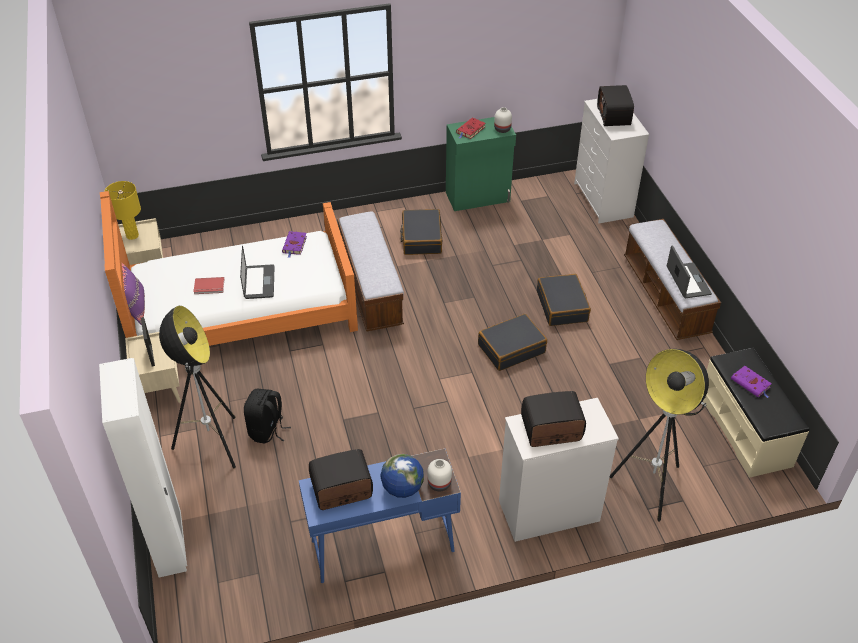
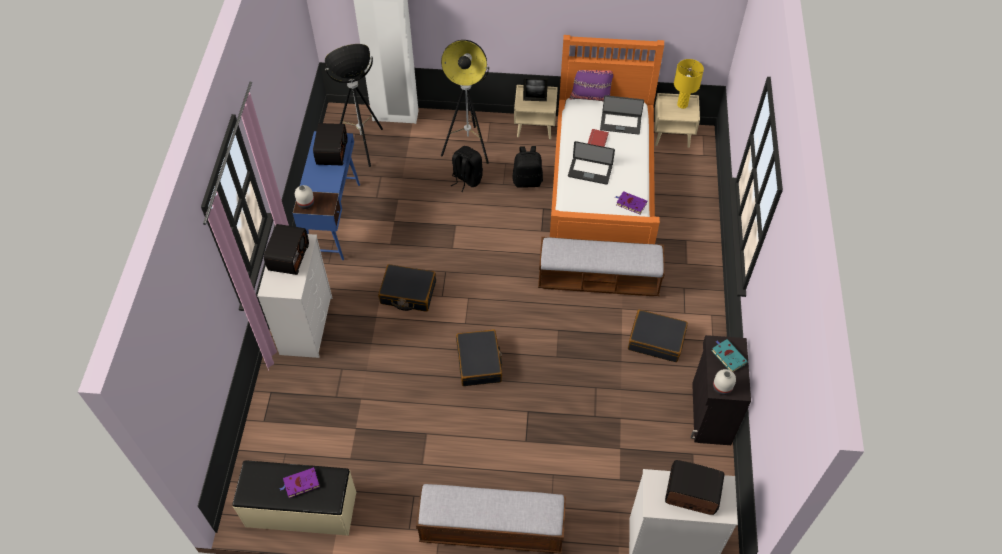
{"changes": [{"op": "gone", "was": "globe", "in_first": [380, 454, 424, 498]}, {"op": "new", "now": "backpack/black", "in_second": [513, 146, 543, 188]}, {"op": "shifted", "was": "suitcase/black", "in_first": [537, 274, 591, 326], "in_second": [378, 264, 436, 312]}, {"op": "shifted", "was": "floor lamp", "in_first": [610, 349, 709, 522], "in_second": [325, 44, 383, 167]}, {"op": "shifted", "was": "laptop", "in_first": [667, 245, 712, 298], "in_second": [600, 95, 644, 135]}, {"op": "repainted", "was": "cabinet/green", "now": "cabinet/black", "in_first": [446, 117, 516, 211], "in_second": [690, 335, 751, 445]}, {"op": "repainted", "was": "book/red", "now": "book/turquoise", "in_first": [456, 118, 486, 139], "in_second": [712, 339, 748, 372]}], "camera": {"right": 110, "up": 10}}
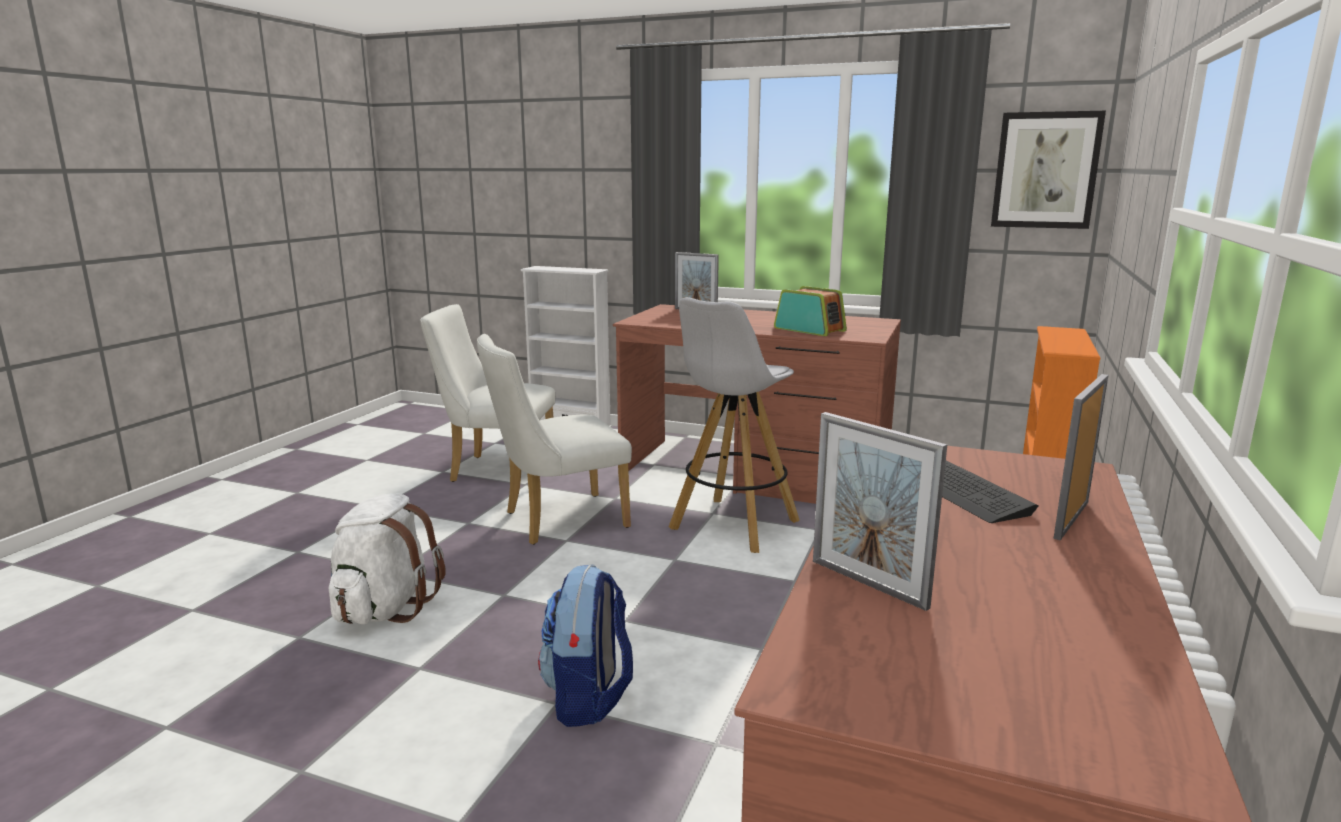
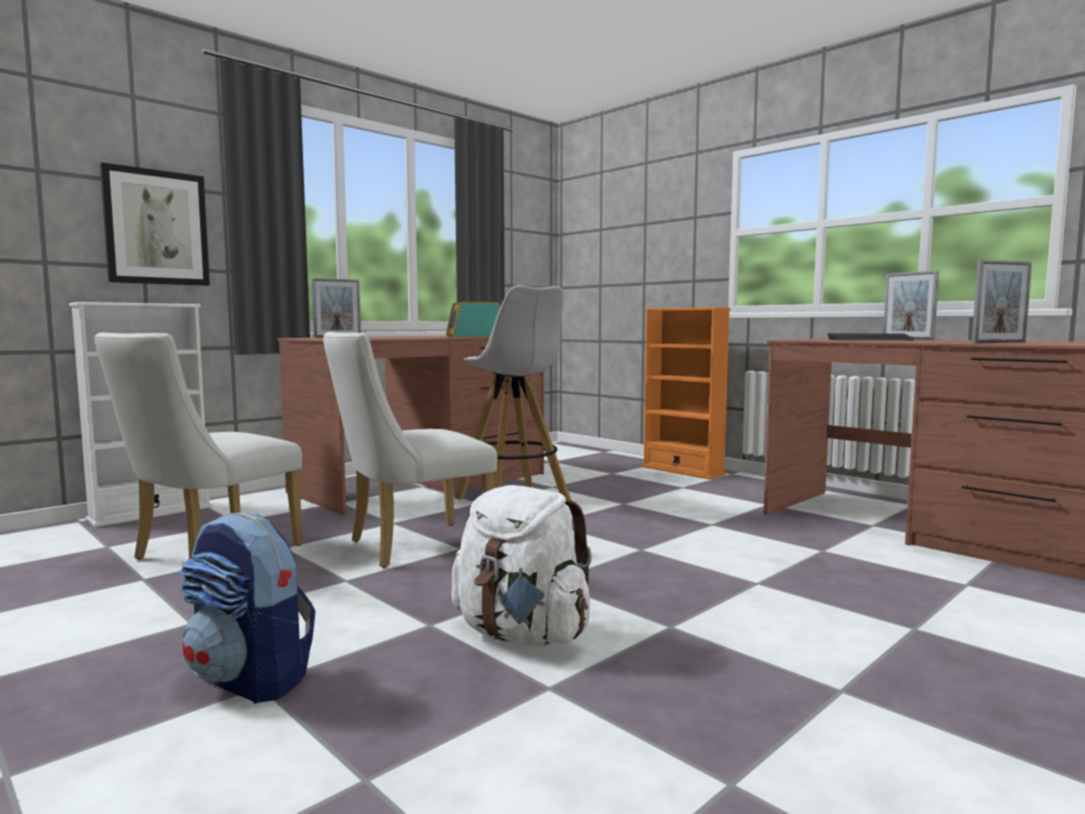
{"changes": [{"op": "shifted", "was": "backpack", "in_first": [538, 564, 633, 727], "in_second": [180, 513, 316, 704]}, {"op": "shifted", "was": "picture", "in_first": [991, 111, 1106, 229], "in_second": [100, 162, 210, 286]}, {"op": "rotated", "was": "chair/white", "in_first": [477, 334, 632, 545], "in_second": [323, 332, 497, 568], "clockwise": 60}], "camera": {"right": -65, "up": -10}}
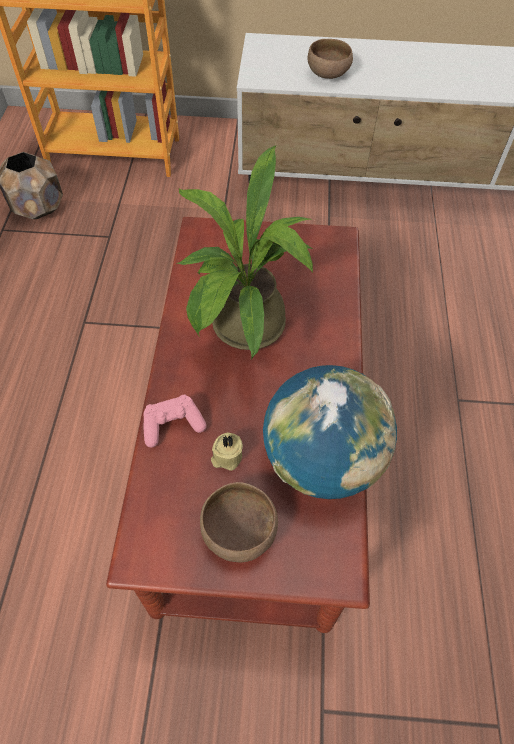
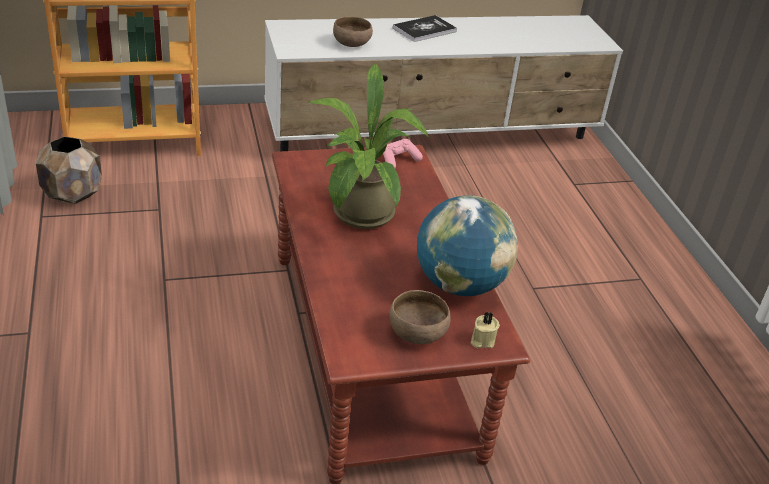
{"changes": [{"op": "new", "now": "book", "in_second": [393, 15, 457, 42]}, {"op": "shifted", "was": "game controller/pink", "in_first": [143, 394, 206, 448], "in_second": [382, 139, 423, 168]}, {"op": "shifted", "was": "candle/beige", "in_first": [211, 433, 243, 471], "in_second": [471, 312, 500, 348]}], "camera": {"right": -20, "up": -20}}
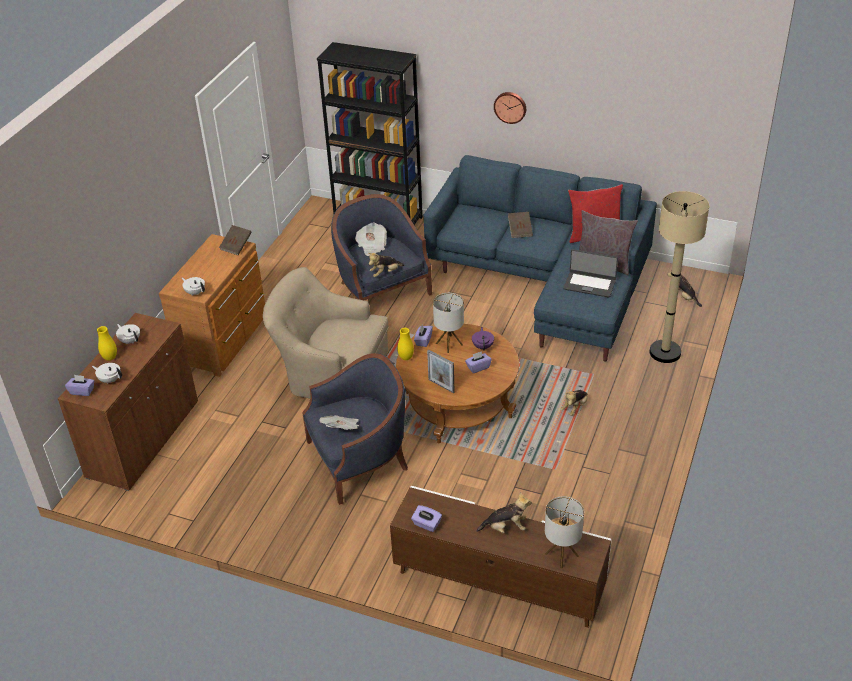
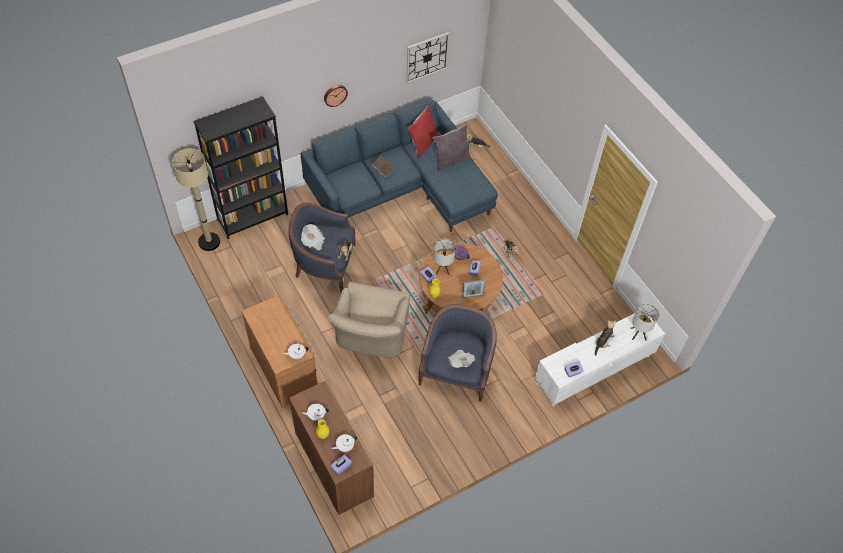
{"changes": [{"op": "gone", "was": "book/brown", "in_first": [219, 225, 252, 255]}, {"op": "gone", "was": "laptop", "in_first": [563, 249, 618, 298]}, {"op": "new", "now": "wall clock", "in_second": [406, 32, 450, 83]}, {"op": "shifted", "was": "floor lamp/beige", "in_first": [649, 191, 709, 363], "in_second": [172, 148, 220, 251]}, {"op": "repainted", "was": "tv stand/brown", "now": "tv stand/white", "in_first": [390, 486, 612, 628], "in_second": [535, 313, 665, 407]}, {"op": "rotated", "was": "armchair/beige", "in_first": [263, 267, 388, 398], "in_second": [327, 282, 410, 358], "clockwise": -45}], "camera": {"right": -55, "up": 15}}
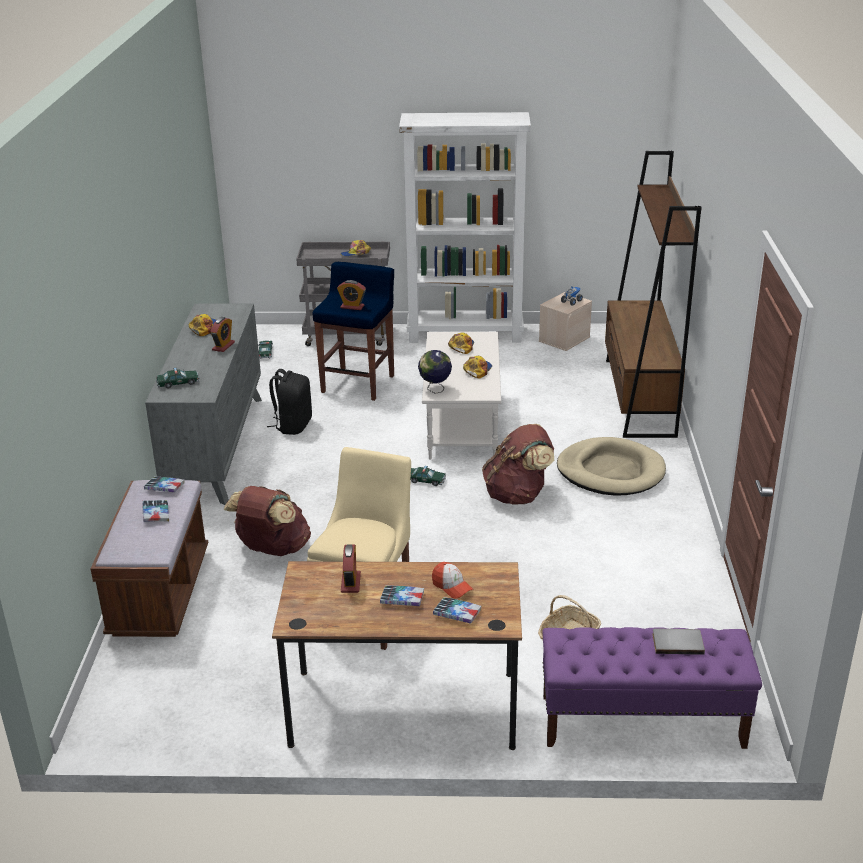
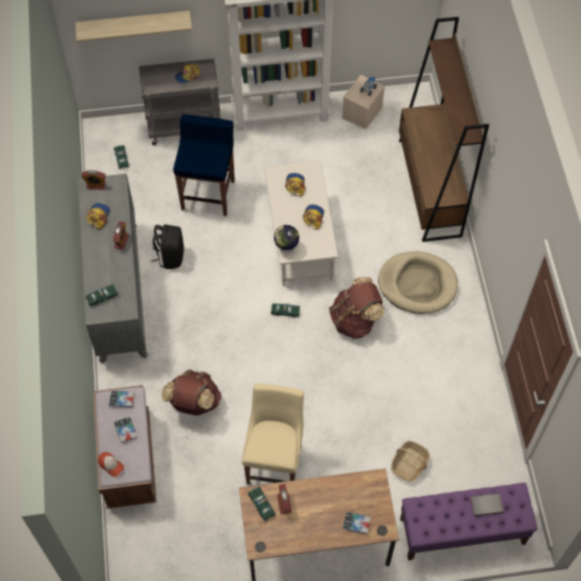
{"changes": [{"op": "gone", "was": "book", "in_first": [380, 585, 424, 606]}, {"op": "new", "now": "shelf", "in_second": [75, 11, 192, 42]}, {"op": "new", "now": "toy car", "in_second": [247, 486, 276, 522]}, {"op": "shifted", "was": "alarm clock", "in_first": [337, 280, 366, 310], "in_second": [82, 170, 106, 190]}, {"op": "shifted", "was": "cap", "in_first": [432, 562, 473, 598], "in_second": [98, 452, 124, 477]}], "camera": {"right": -10, "up": 30}}
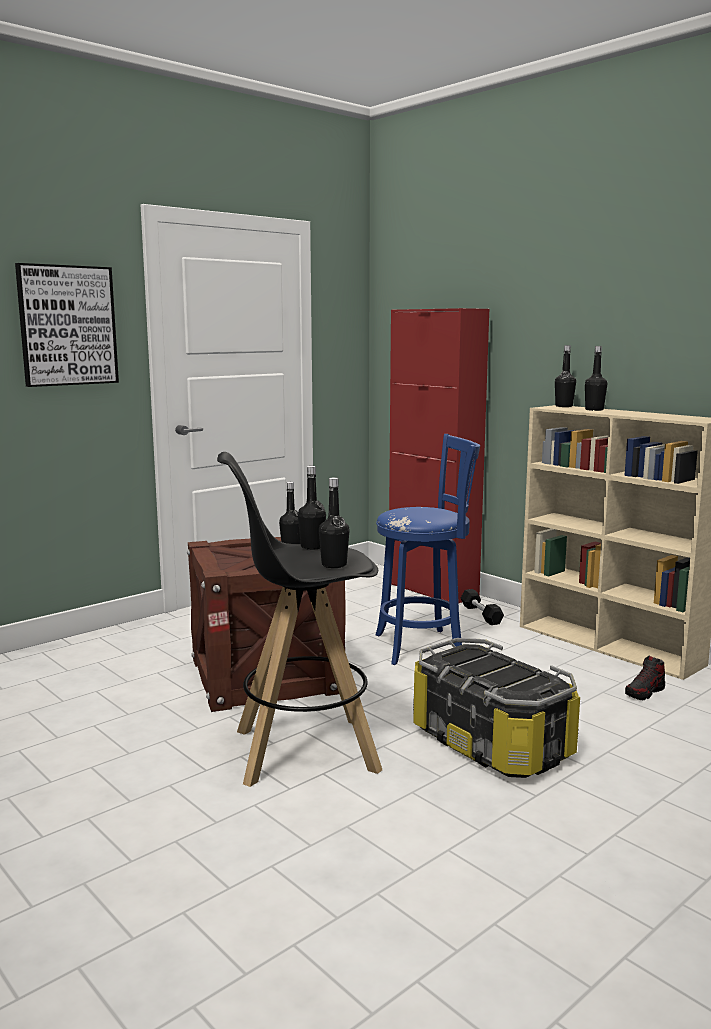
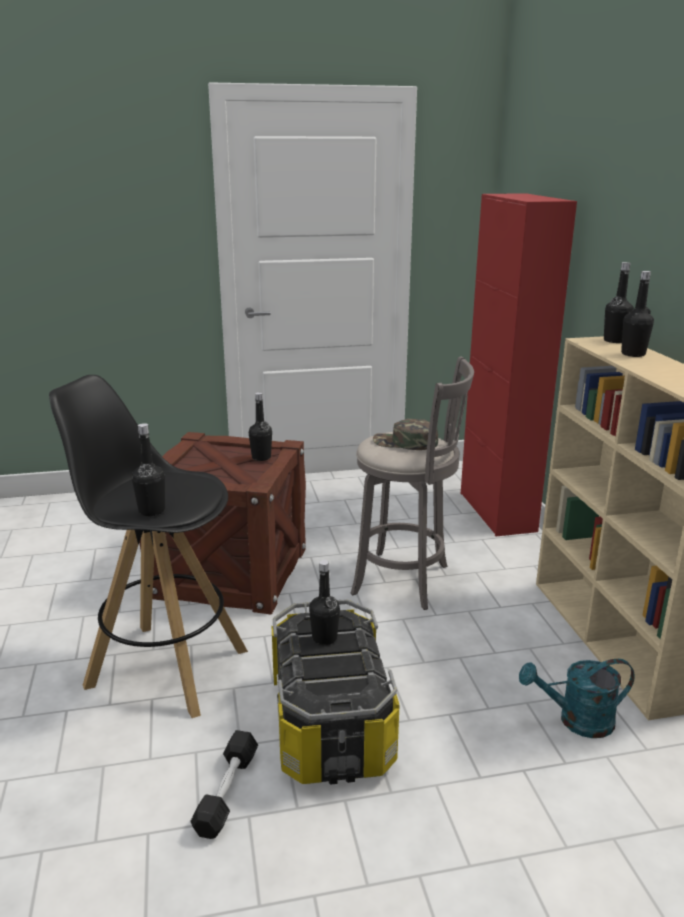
{"changes": [{"op": "gone", "was": "picture", "in_first": [15, 263, 119, 387]}, {"op": "new", "now": "cap/green", "in_second": [373, 419, 438, 450]}, {"op": "shifted", "was": "bottle/black", "in_first": [298, 466, 326, 550], "in_second": [309, 560, 340, 645]}, {"op": "shifted", "was": "dumbbell/black", "in_first": [460, 589, 504, 625], "in_second": [191, 730, 258, 839]}, {"op": "swapped", "was": "shoe", "now": "watering can/turquoise", "in_first": [625, 655, 665, 700], "in_second": [519, 659, 635, 738]}, {"op": "repainted", "was": "stool/blue", "now": "stool/grey", "in_first": [376, 434, 480, 665], "in_second": [351, 356, 474, 610]}], "camera": {"right": 30, "up": 10}}
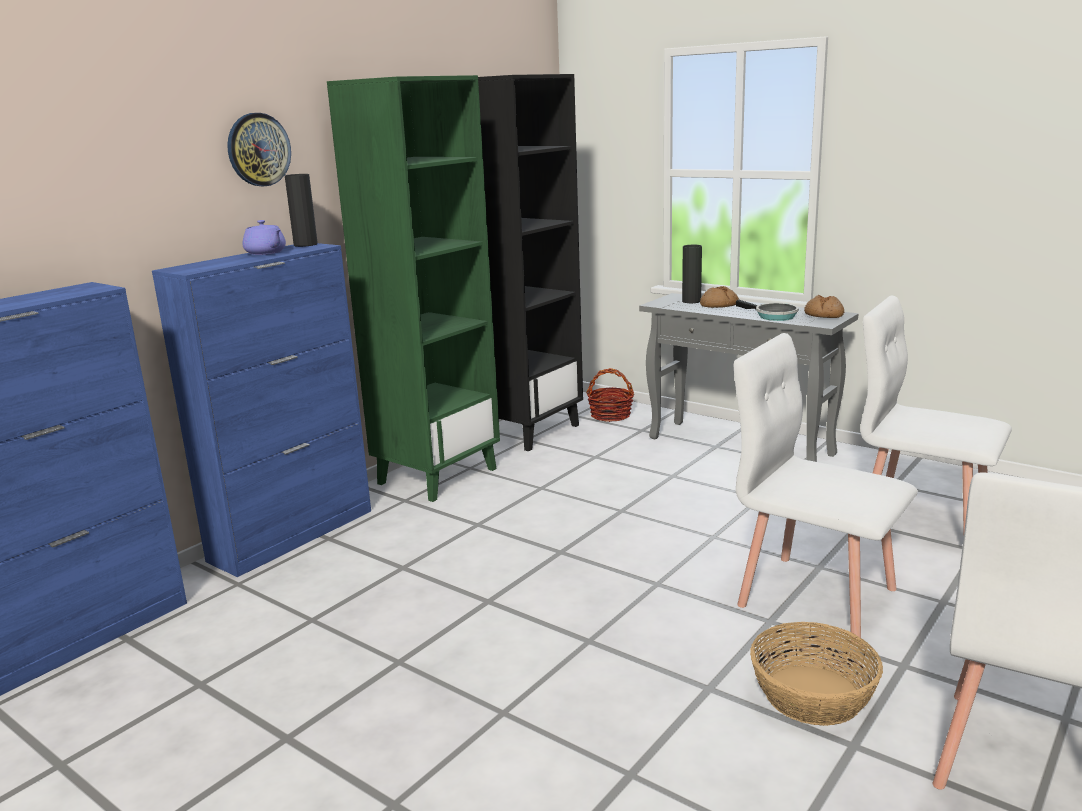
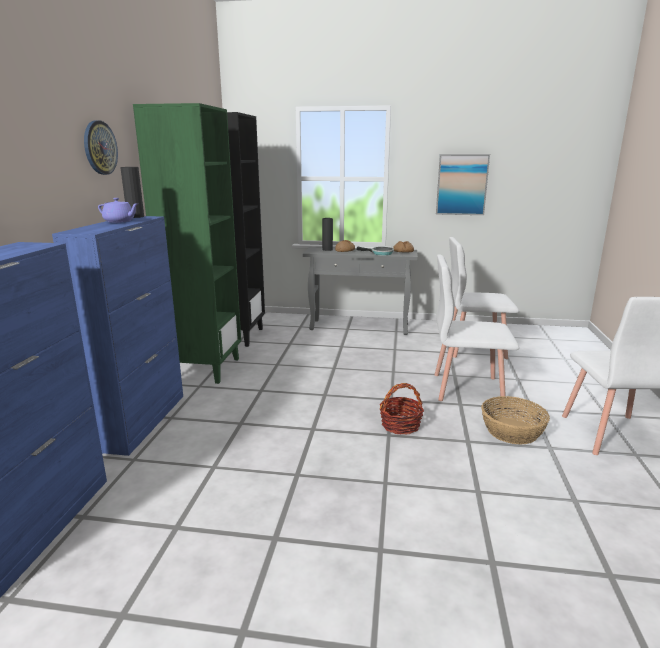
{"changes": [{"op": "new", "now": "picture", "in_second": [436, 154, 490, 215]}, {"op": "shifted", "was": "basket", "in_first": [586, 368, 634, 422], "in_second": [380, 383, 424, 435]}], "camera": {"right": -30, "up": 0}}
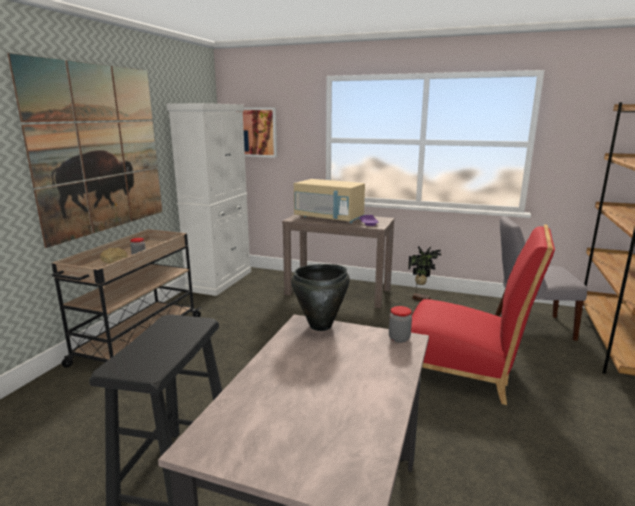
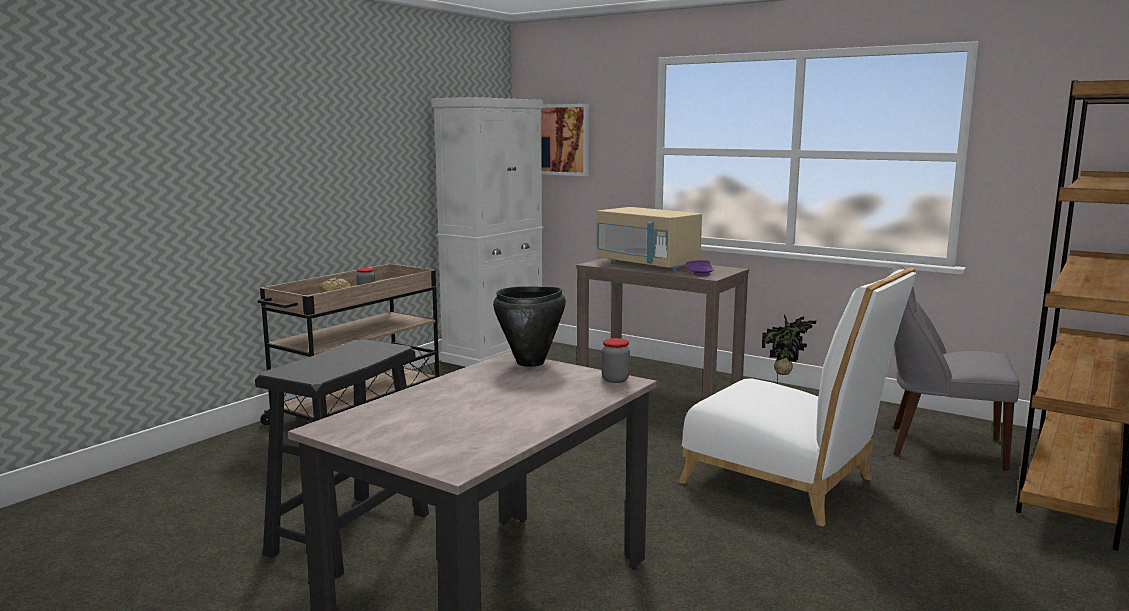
{"changes": [{"op": "gone", "was": "picture", "in_first": [8, 53, 162, 248]}, {"op": "repainted", "was": "chair/red", "now": "chair/white", "in_first": [411, 224, 555, 405], "in_second": [679, 267, 916, 527]}], "camera": {"right": 15, "up": -5}}
